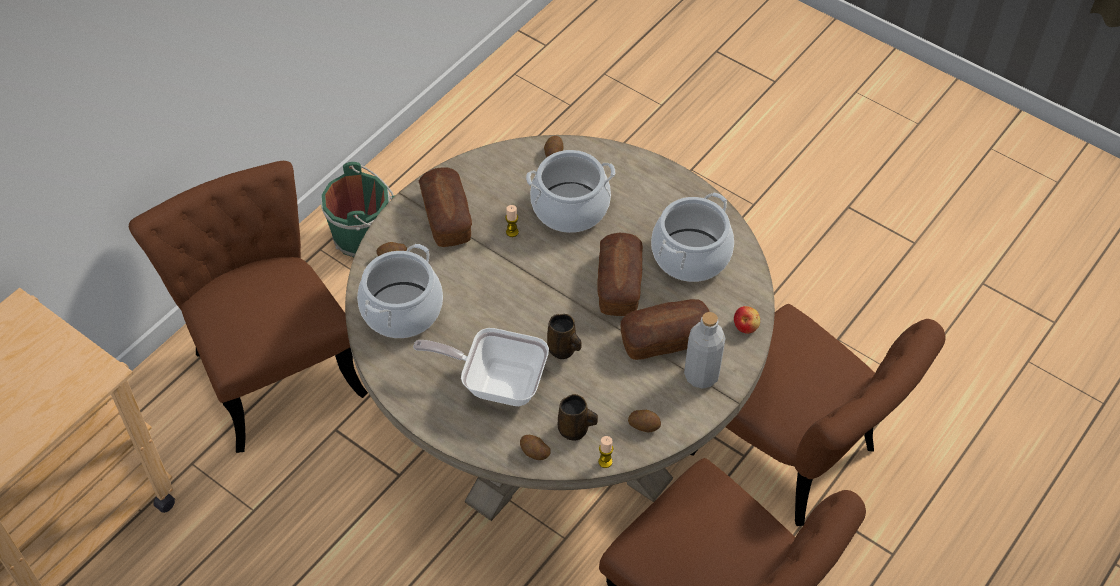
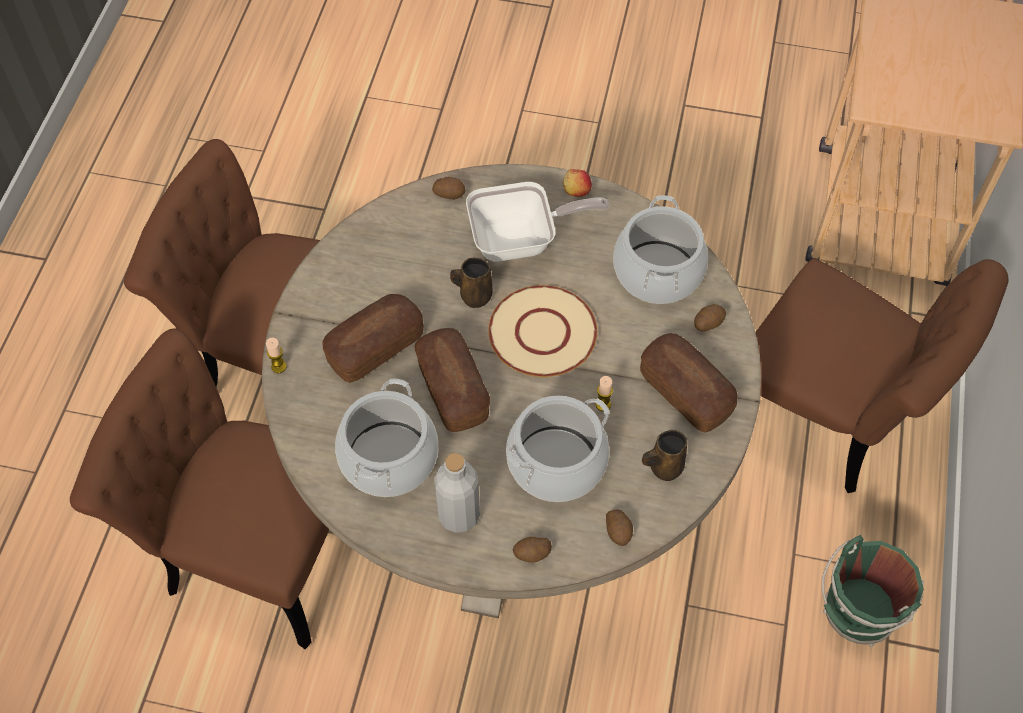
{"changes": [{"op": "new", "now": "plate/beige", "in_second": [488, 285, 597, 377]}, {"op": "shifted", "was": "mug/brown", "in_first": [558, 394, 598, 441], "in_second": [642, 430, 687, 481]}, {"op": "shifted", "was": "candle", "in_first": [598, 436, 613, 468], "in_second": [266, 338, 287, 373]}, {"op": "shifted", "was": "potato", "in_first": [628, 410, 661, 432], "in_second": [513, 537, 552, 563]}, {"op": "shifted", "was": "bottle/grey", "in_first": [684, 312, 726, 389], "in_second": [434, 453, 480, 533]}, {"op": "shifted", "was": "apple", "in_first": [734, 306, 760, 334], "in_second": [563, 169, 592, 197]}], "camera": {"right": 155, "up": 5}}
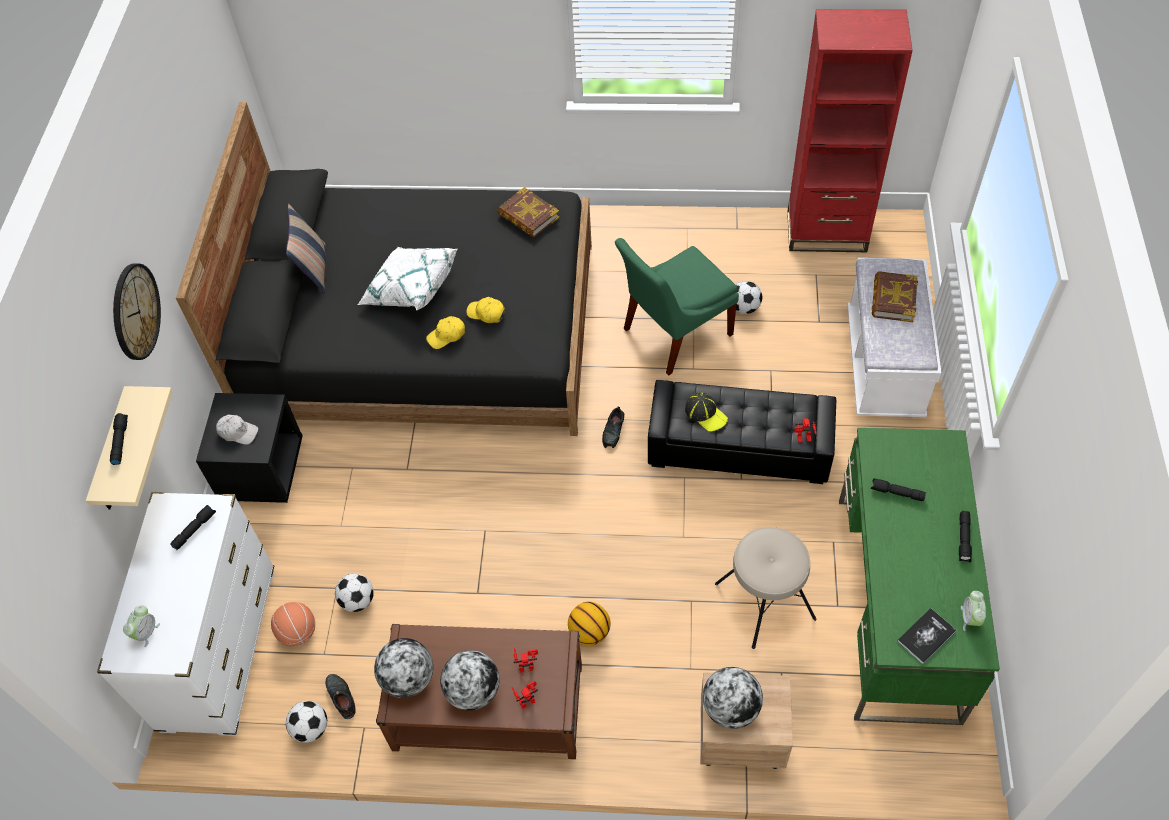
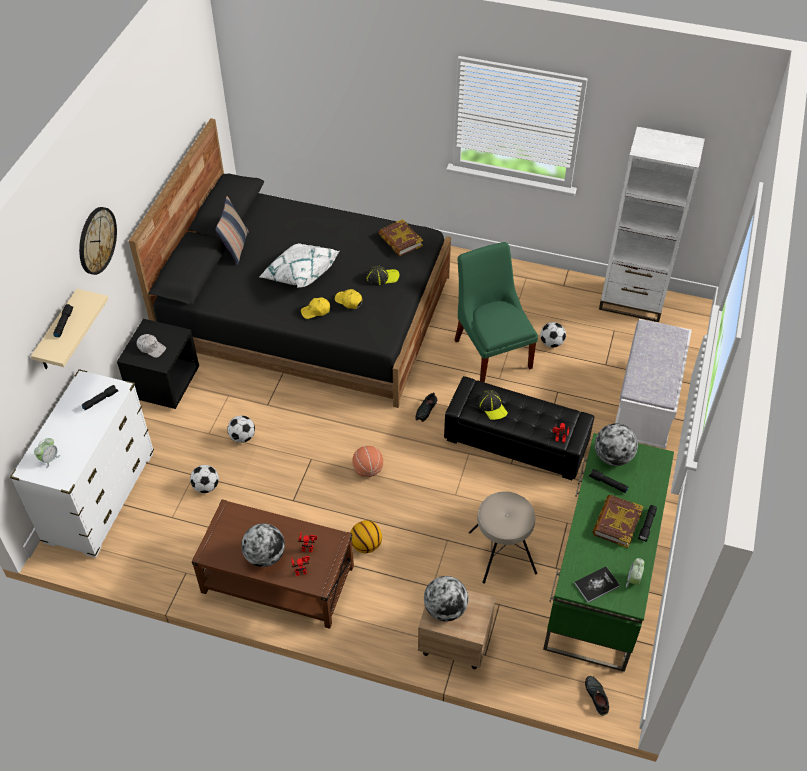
{"changes": [{"op": "new", "now": "cap", "in_second": [366, 265, 400, 286]}, {"op": "shifted", "was": "basketball", "in_first": [271, 602, 315, 646], "in_second": [352, 446, 383, 477]}, {"op": "shifted", "was": "football", "in_first": [286, 701, 327, 743], "in_second": [227, 415, 255, 443]}, {"op": "shifted", "was": "shoe/black", "in_first": [326, 674, 356, 719], "in_second": [585, 676, 609, 715]}, {"op": "shifted", "was": "globe", "in_first": [374, 638, 433, 698], "in_second": [595, 423, 638, 466]}, {"op": "shifted", "was": "book", "in_first": [872, 271, 918, 322], "in_second": [593, 495, 644, 548]}, {"op": "repainted", "was": "bookcase/red", "now": "bookcase/white", "in_first": [787, 9, 913, 252], "in_second": [599, 127, 705, 322]}, {"op": "rotated", "was": "chair/green", "in_first": [615, 238, 739, 375], "in_second": [454, 242, 538, 383], "clockwise": 90}], "camera": {"right": 10, "up": -5}}
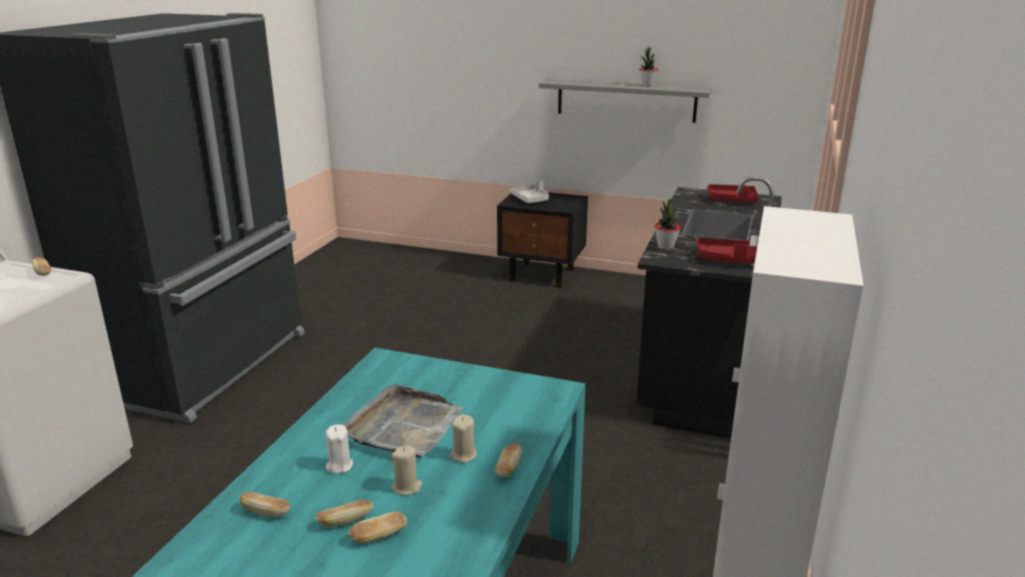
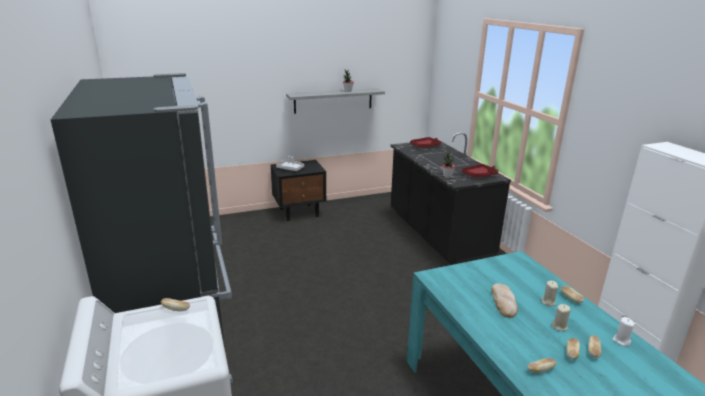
{"changes": [{"op": "shifted", "was": "candle/white", "in_first": [326, 424, 353, 474], "in_second": [612, 317, 635, 346]}, {"op": "swapped", "was": "tray/grey", "now": "bread", "in_first": [341, 384, 463, 458], "in_second": [491, 283, 518, 318]}], "camera": {"right": -40, "up": 0}}
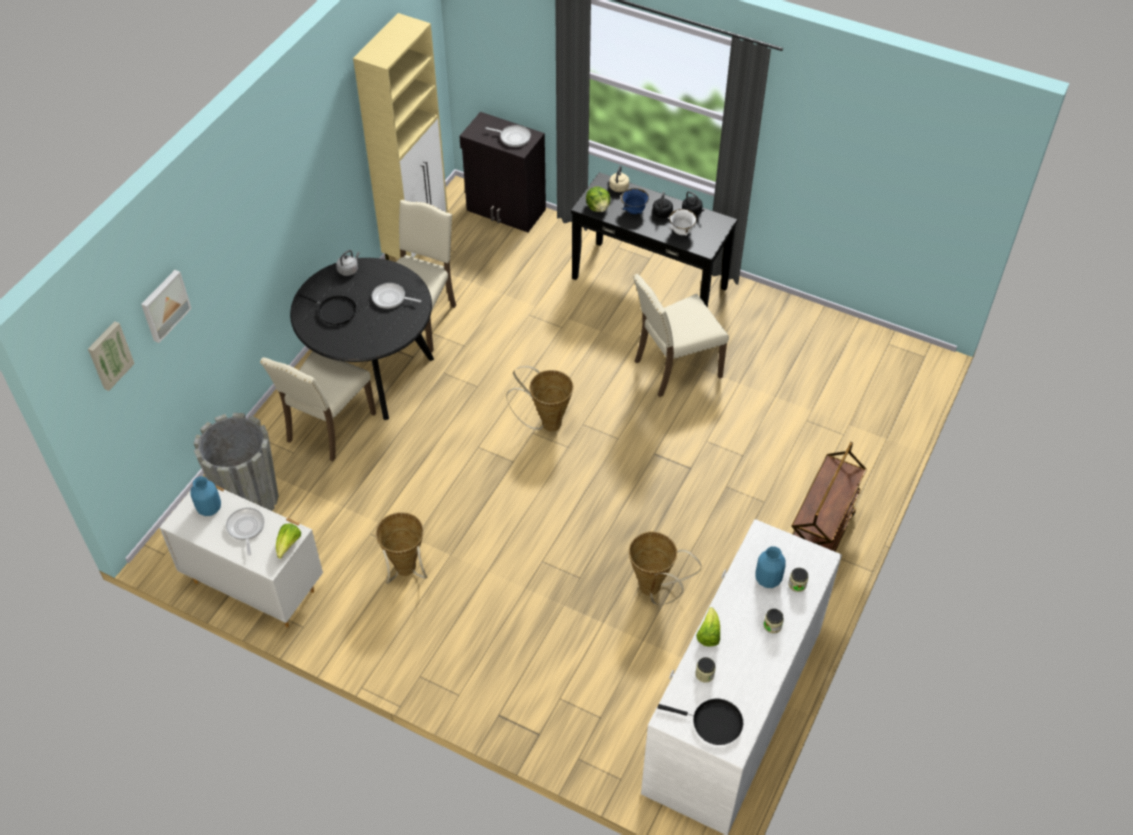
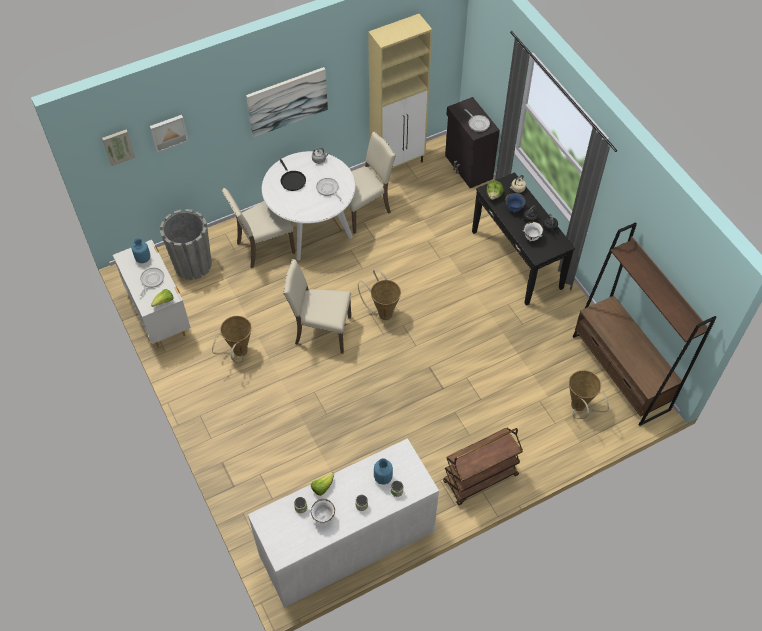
{"changes": [{"op": "gone", "was": "frying pan/black", "in_first": [658, 699, 743, 745]}, {"op": "new", "now": "picture", "in_second": [246, 67, 328, 138]}, {"op": "new", "now": "bowl/white", "in_second": [311, 499, 336, 525]}, {"op": "new", "now": "bookcase/brown", "in_second": [573, 222, 717, 426]}, {"op": "shifted", "was": "basket", "in_first": [629, 532, 702, 605], "in_second": [569, 370, 609, 419]}, {"op": "shifted", "was": "chair/beige", "in_first": [633, 274, 729, 397], "in_second": [283, 259, 351, 354]}, {"op": "repainted", "was": "dining table/black", "now": "dining table/white", "in_first": [290, 258, 434, 420], "in_second": [262, 151, 356, 260]}], "camera": {"right": 35, "up": 5}}
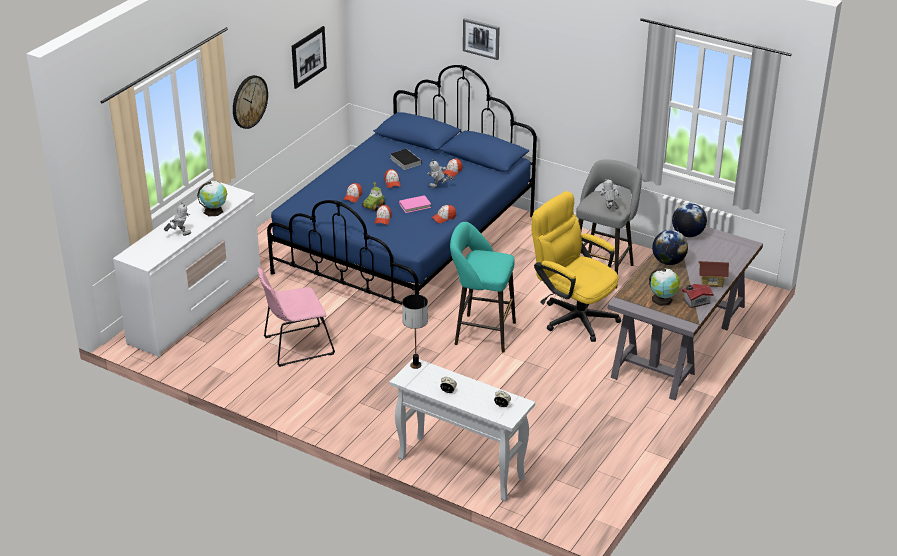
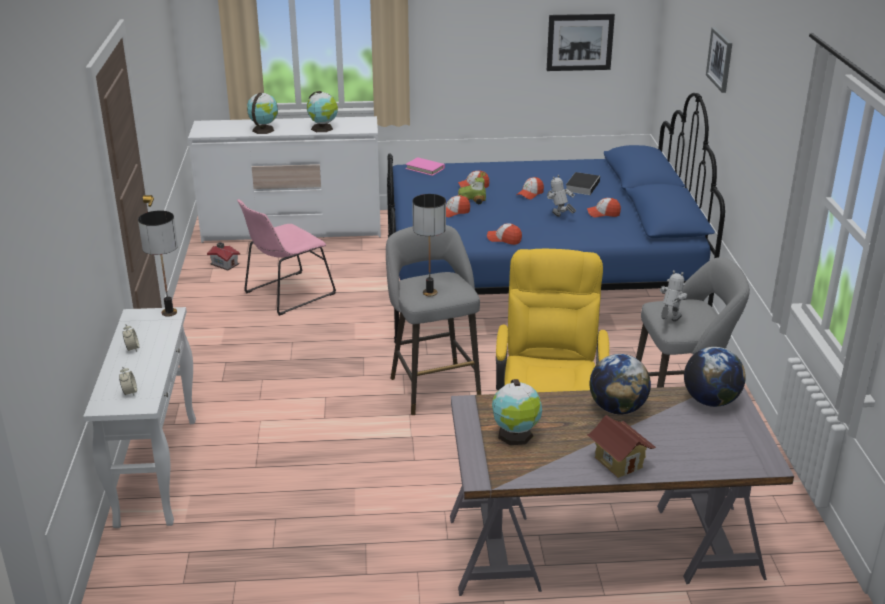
{"changes": [{"op": "gone", "was": "wall clock", "in_first": [233, 75, 268, 129]}, {"op": "new", "now": "table lamp", "in_second": [412, 194, 446, 296]}, {"op": "shifted", "was": "book/pink", "in_first": [399, 195, 431, 213], "in_second": [405, 157, 445, 176]}, {"op": "shifted", "was": "toy house", "in_first": [682, 284, 714, 308], "in_second": [207, 242, 240, 271]}, {"op": "swapped", "was": "toy robot", "now": "globe", "in_first": [164, 202, 192, 236], "in_second": [247, 93, 278, 134]}, {"op": "repainted", "was": "stool/turquoise", "now": "stool/grey", "in_first": [450, 222, 516, 353], "in_second": [386, 225, 481, 415]}, {"op": "rotated", "was": "chair/pink", "in_first": [258, 267, 335, 367], "in_second": [237, 199, 336, 316], "clockwise": -75}], "camera": {"right": 55, "up": -5}}
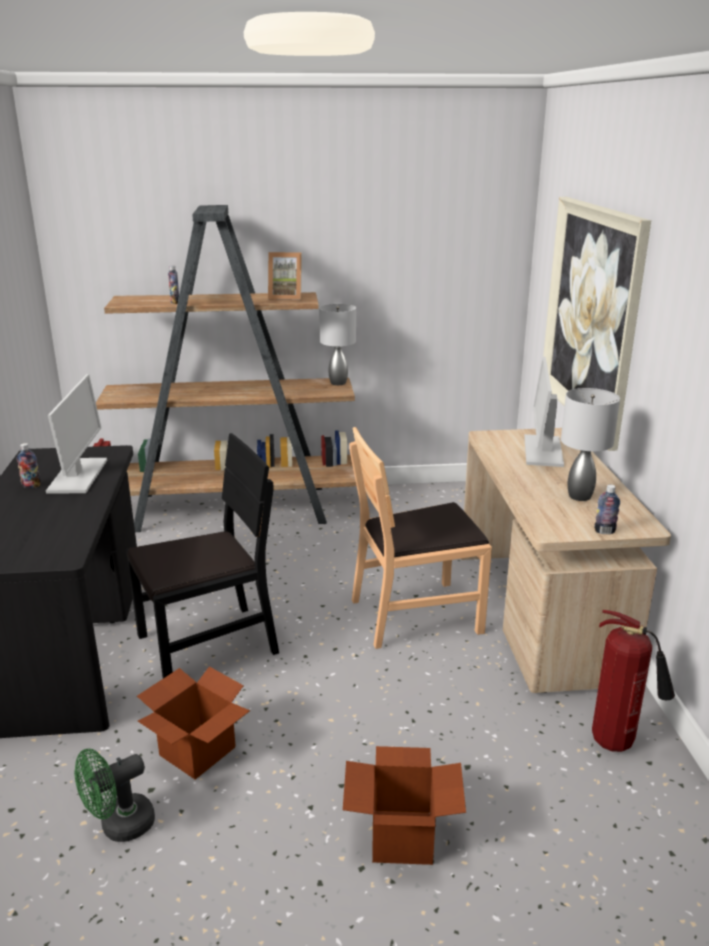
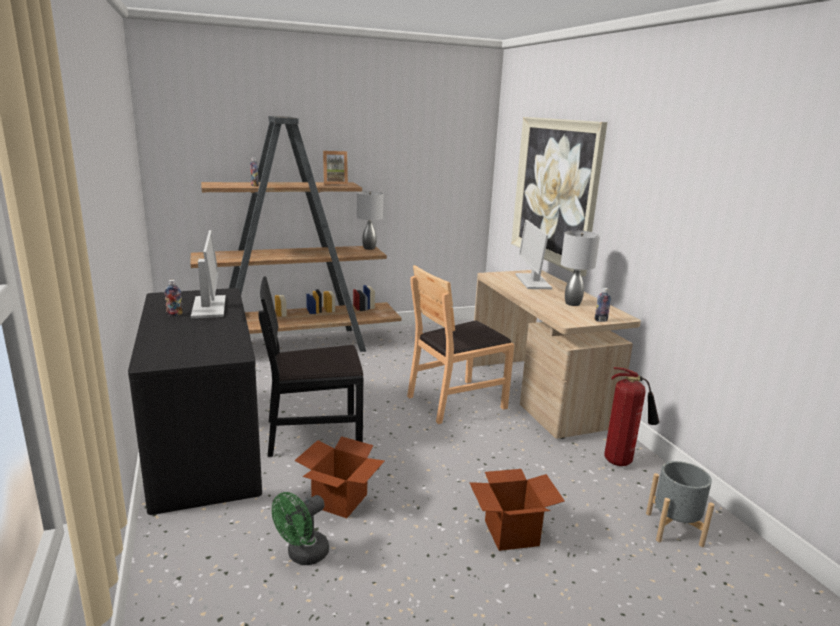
{"changes": [{"op": "new", "now": "planter/grey", "in_second": [646, 461, 714, 547]}, {"op": "rotated", "was": "chair/black", "in_first": [126, 433, 279, 678], "in_second": [259, 276, 363, 457], "clockwise": -150}], "camera": {"right": -15, "up": -5}}
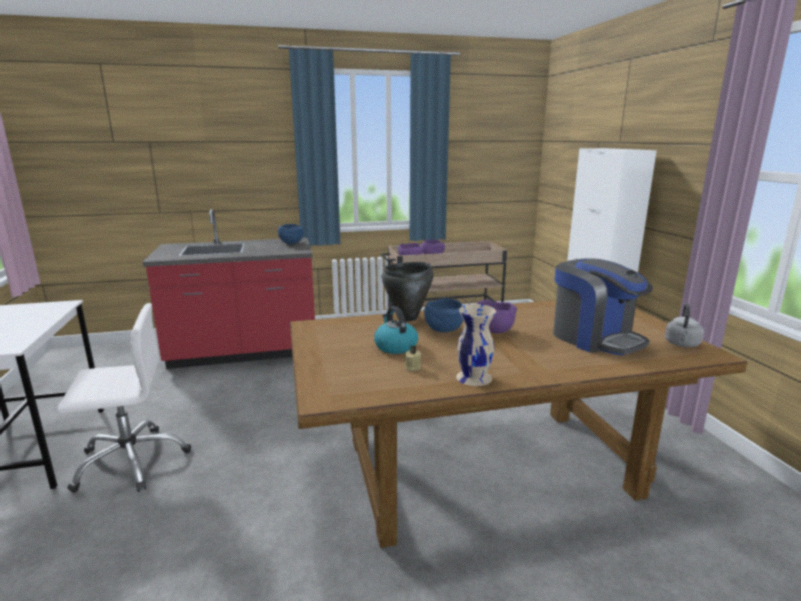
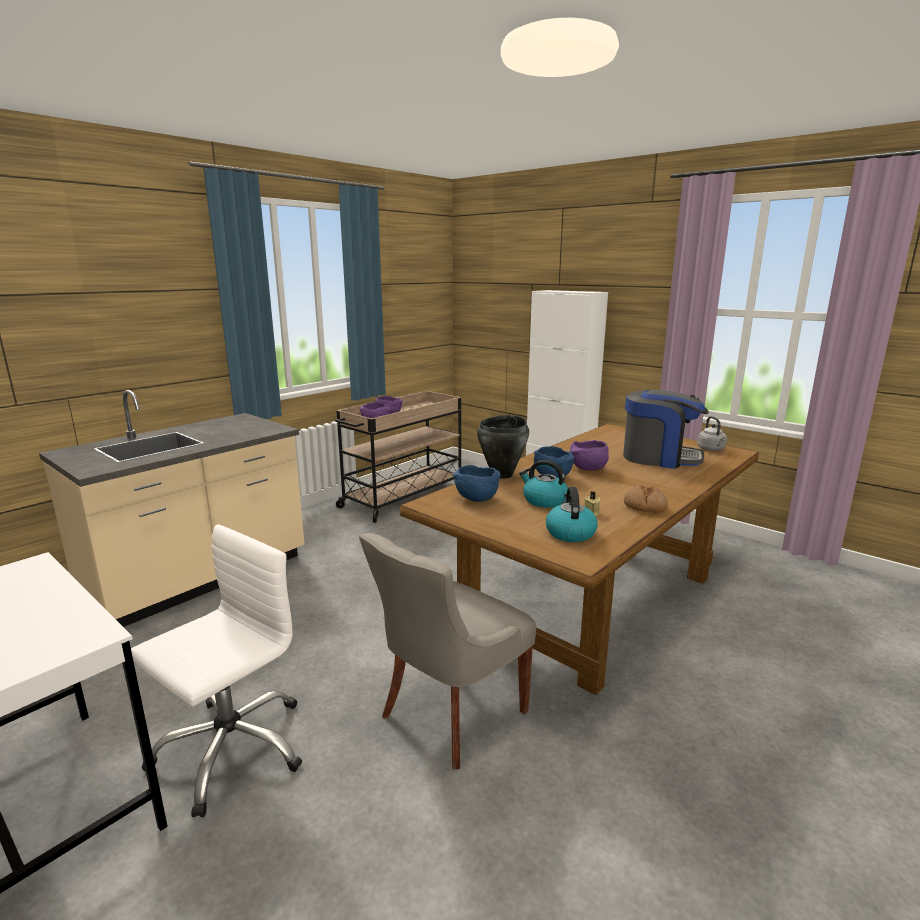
{"changes": [{"op": "new", "now": "chair/grey", "in_second": [359, 533, 536, 769]}, {"op": "new", "now": "kettle", "in_second": [546, 487, 598, 542]}, {"op": "shifted", "was": "bowl/blue", "in_first": [278, 224, 304, 244], "in_second": [453, 465, 501, 502]}, {"op": "swapped", "was": "vase/beige", "now": "bread", "in_first": [456, 304, 496, 386], "in_second": [624, 485, 668, 513]}, {"op": "repainted", "was": "counter/red", "now": "counter/beige", "in_first": [142, 209, 315, 369], "in_second": [39, 390, 304, 627]}], "camera": {"right": -35, "up": 0}}
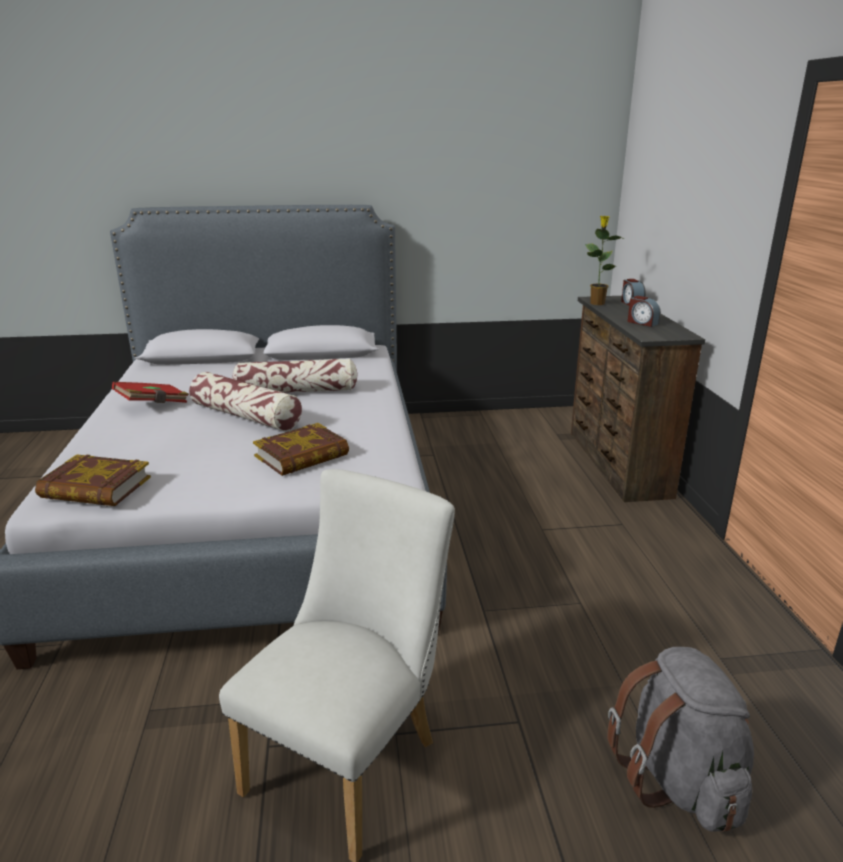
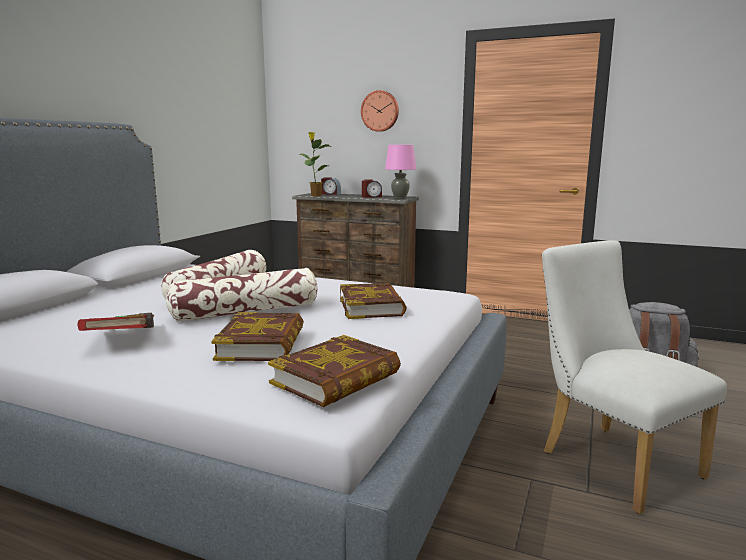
{"changes": [{"op": "new", "now": "book", "in_second": [211, 312, 304, 361]}, {"op": "new", "now": "wall clock", "in_second": [361, 90, 399, 132]}, {"op": "new", "now": "table lamp/pink", "in_second": [385, 145, 416, 199]}], "camera": {"right": -60, "up": -10}}
